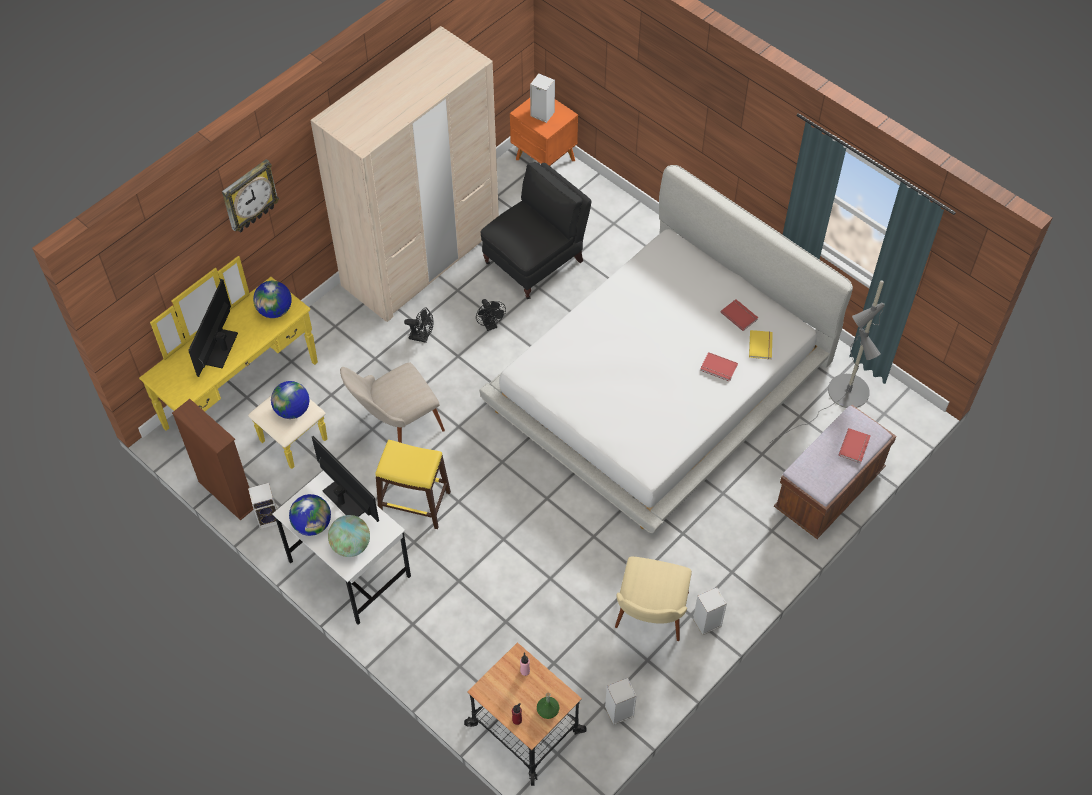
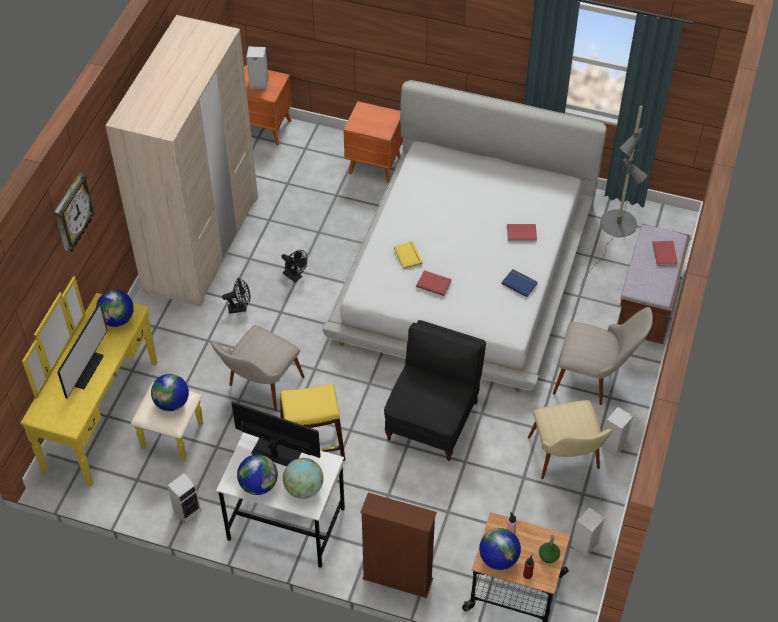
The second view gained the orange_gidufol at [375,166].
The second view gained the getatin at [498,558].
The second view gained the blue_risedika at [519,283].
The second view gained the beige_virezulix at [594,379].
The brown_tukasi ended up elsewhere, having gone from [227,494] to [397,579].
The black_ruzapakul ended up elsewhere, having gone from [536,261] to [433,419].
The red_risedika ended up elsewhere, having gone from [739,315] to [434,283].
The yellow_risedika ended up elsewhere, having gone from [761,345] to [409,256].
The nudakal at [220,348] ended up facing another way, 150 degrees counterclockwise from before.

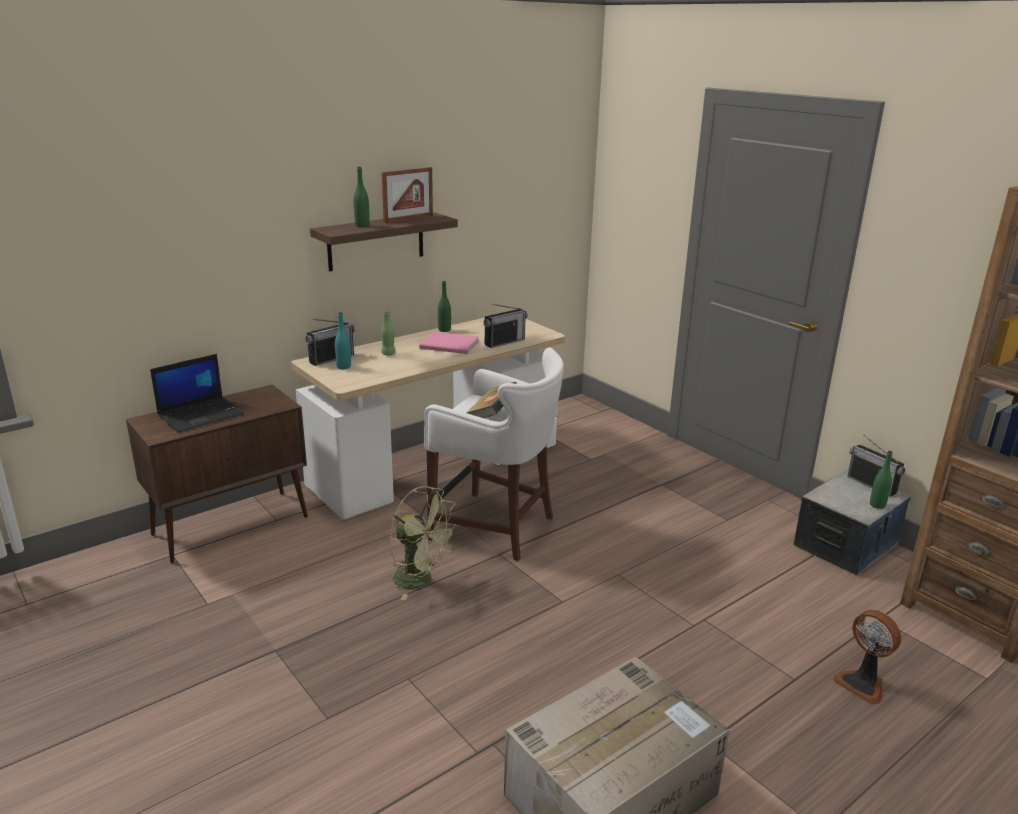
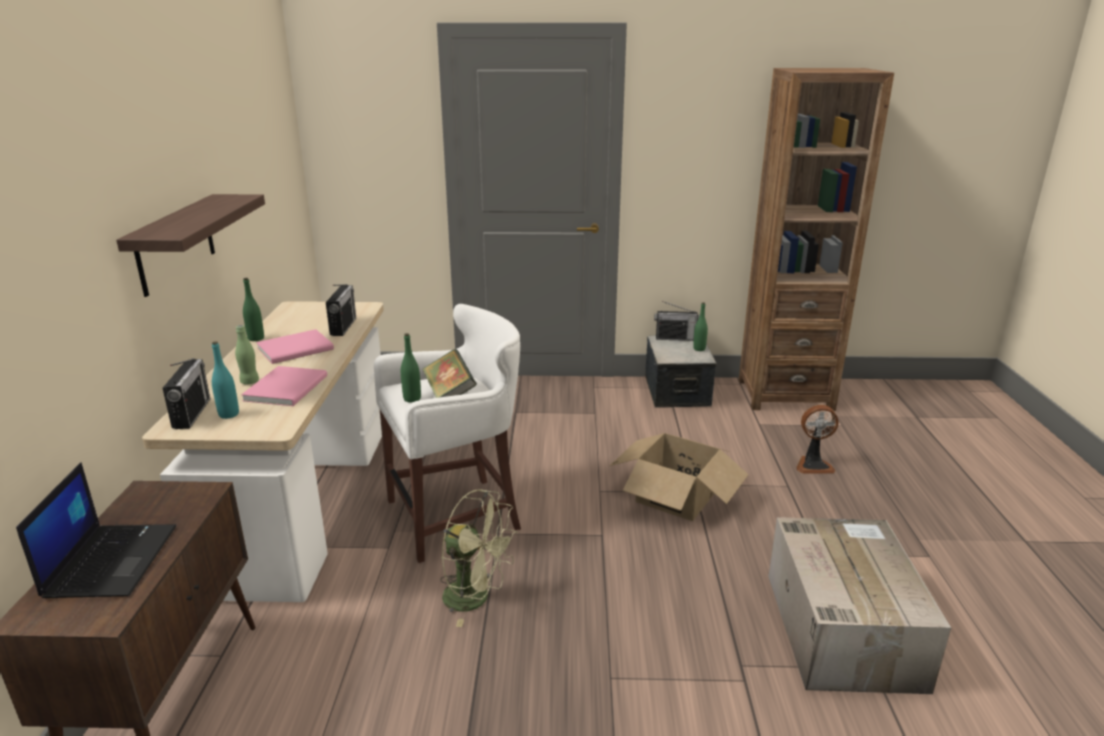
The second view lost the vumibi at [408,218].
The second view gained the pink_risedika at [289,387].
The second view gained the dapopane at [675,496].
The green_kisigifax ended up elsewhere, having gone from [362,225] to [412,399].
The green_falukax at [421,580] ended up facing another way, 45 degrees clockwise from before.

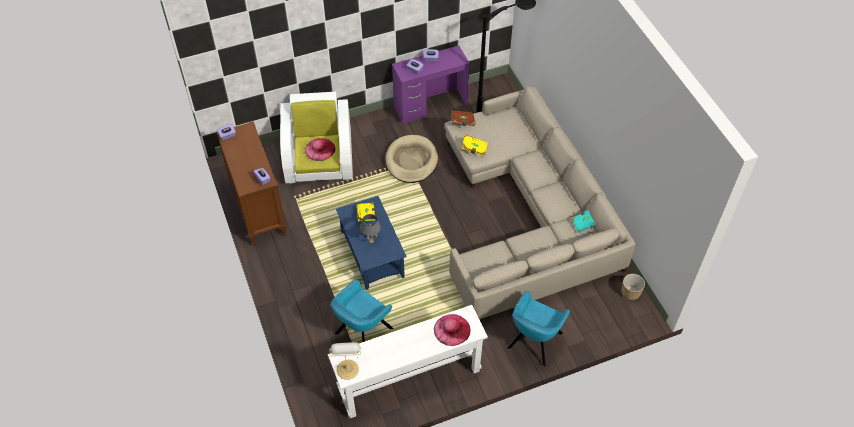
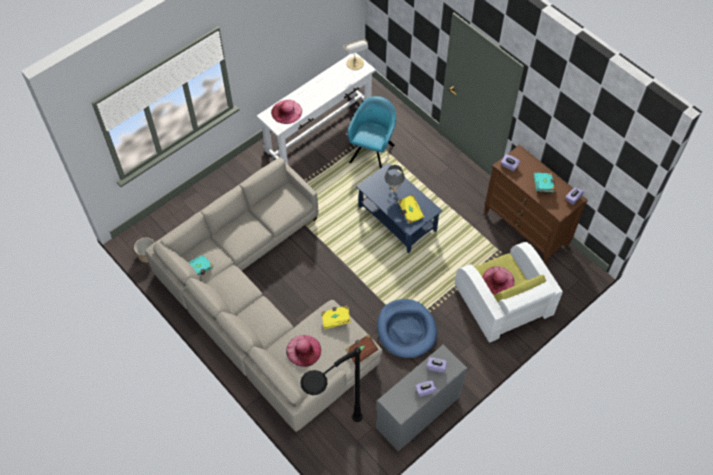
The second view lost the turquoise_ruzapakul at [534,342].
The second view gained the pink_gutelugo at [303,350].
The second view gained the turquoise_risedika at [543,185].
What was the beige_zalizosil at [411,161] turned into the blue_zalizosil at [406,330].
What was the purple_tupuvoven at [430,105] turned into the grey_tupuvoven at [418,412].

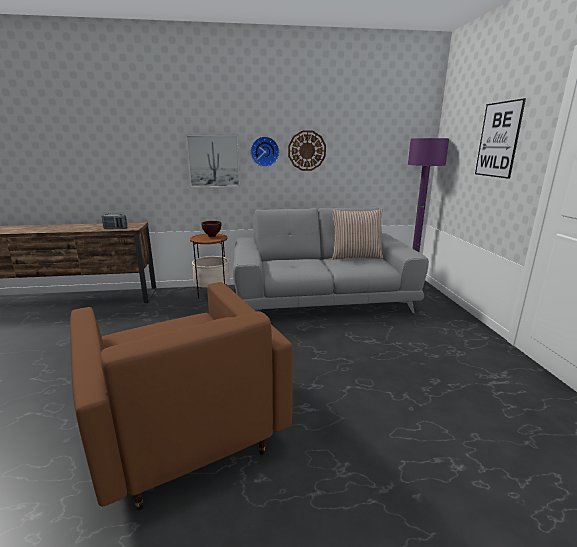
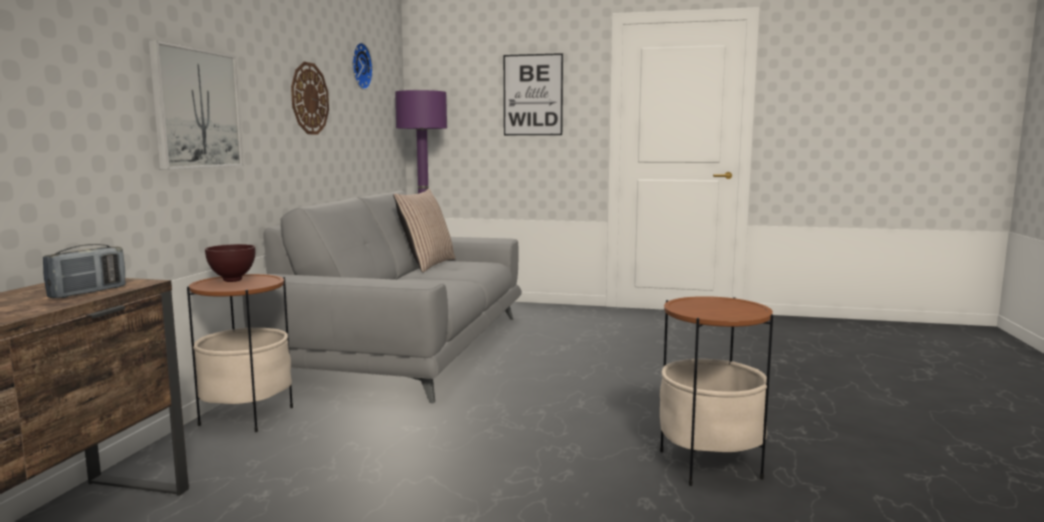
The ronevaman ended up elsewhere, having gone from [264,151] to [359,66].
Where the brown_ruzapakul stood at [183,427], the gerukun came to stand at [710,464].

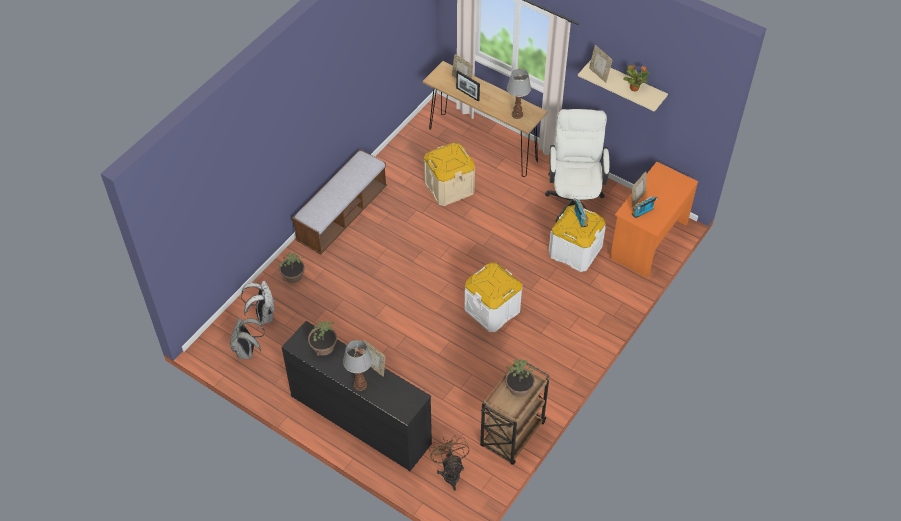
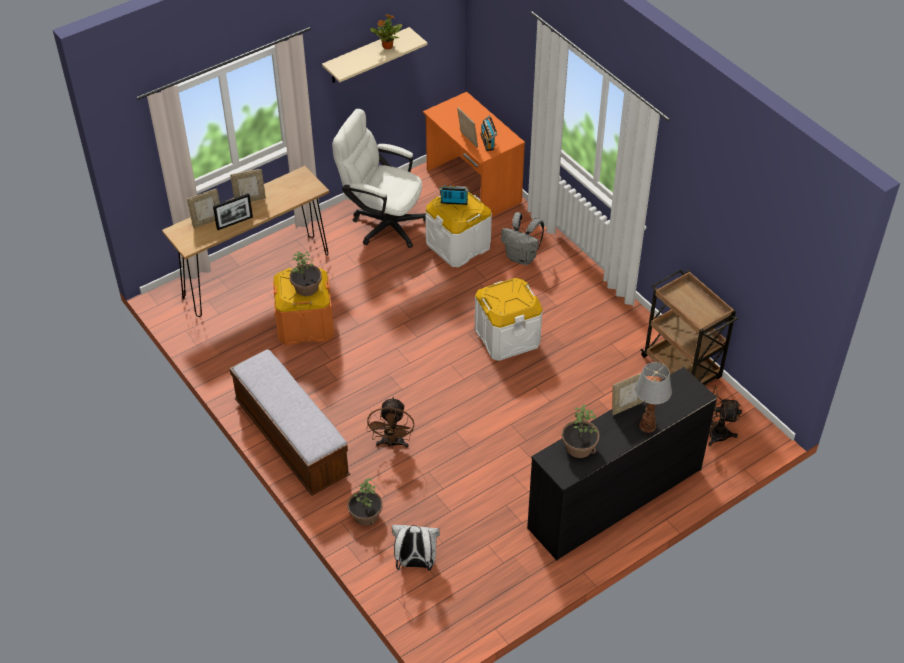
The second view lost the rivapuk at [516,114].
The second view gained the brown_falukax at [392,443].
The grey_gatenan ended up elsewhere, having gone from [247,351] to [522,257].
The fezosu ended up elsewhere, having gone from [519,388] to [307,288].
The vumibi ended up elsewhere, having gone from [599,74] to [250,199].
What was the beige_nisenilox at [449,187] turned into the orange_nisenilox at [305,324].

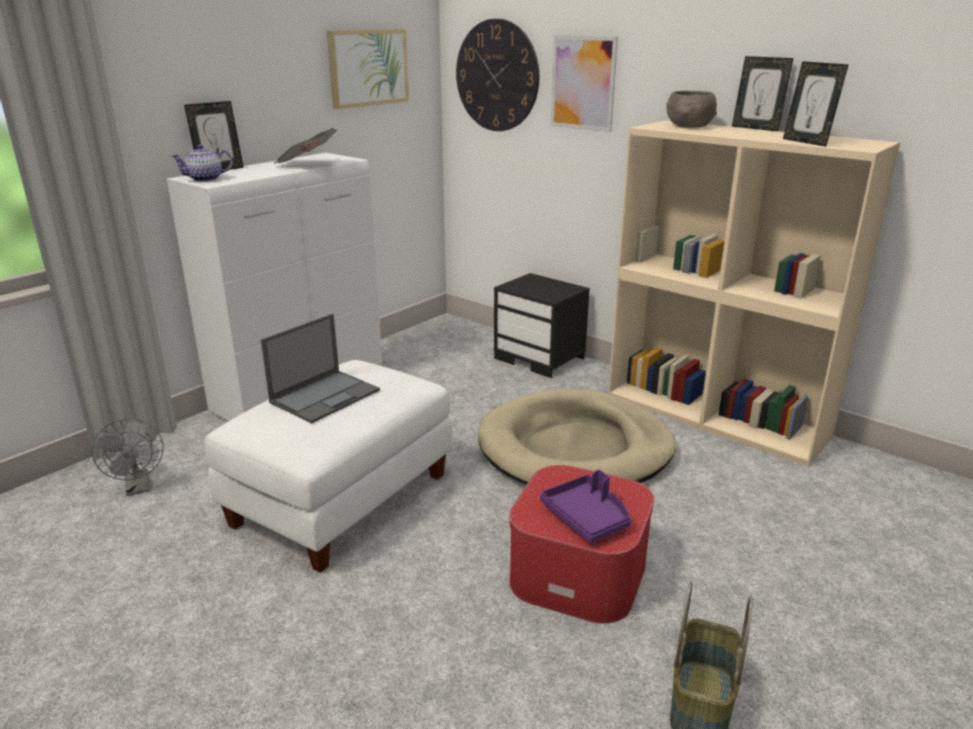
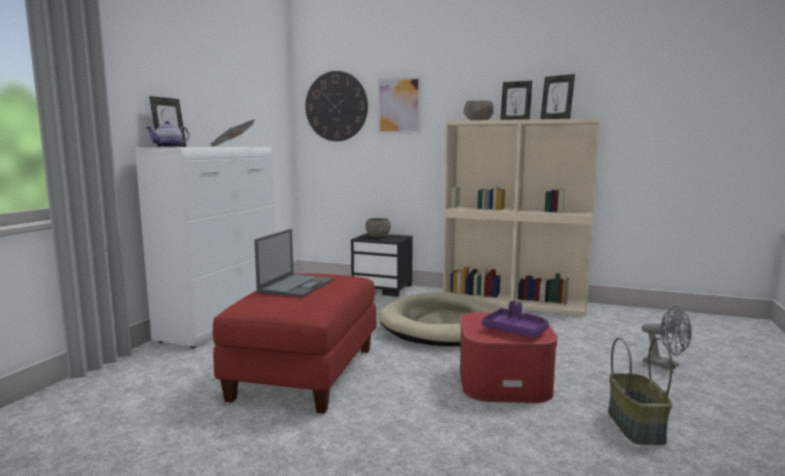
The second view lost the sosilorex at [368,67].
The second view gained the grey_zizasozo at [378,236].
The grey_falukax ended up elsewhere, having gone from [138,488] to [666,365].
What was the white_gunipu at [341,498] turned into the red_gunipu at [304,372].

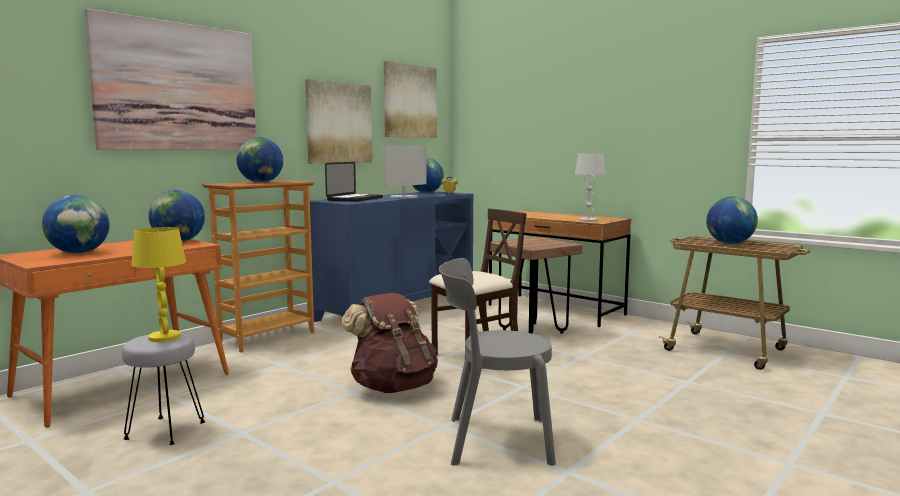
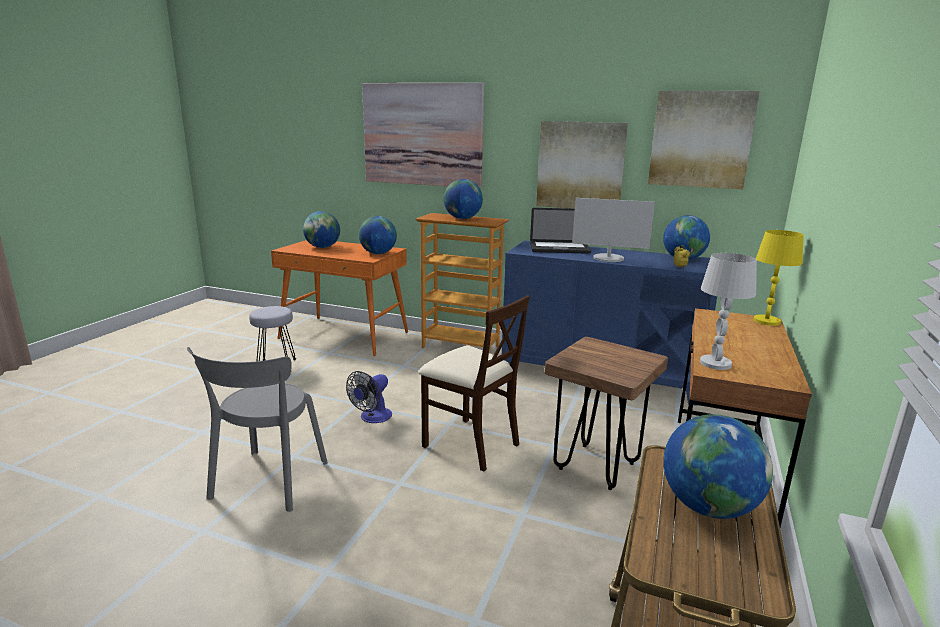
The yellow_rivapuk ended up elsewhere, having gone from [164,337] to [766,321].
Where the brown_gatenan stood at [393,387], the falukax came to stand at [372,418].
The grey_virezulix at [492,440] ended up facing another way, 150 degrees counterclockwise from before.

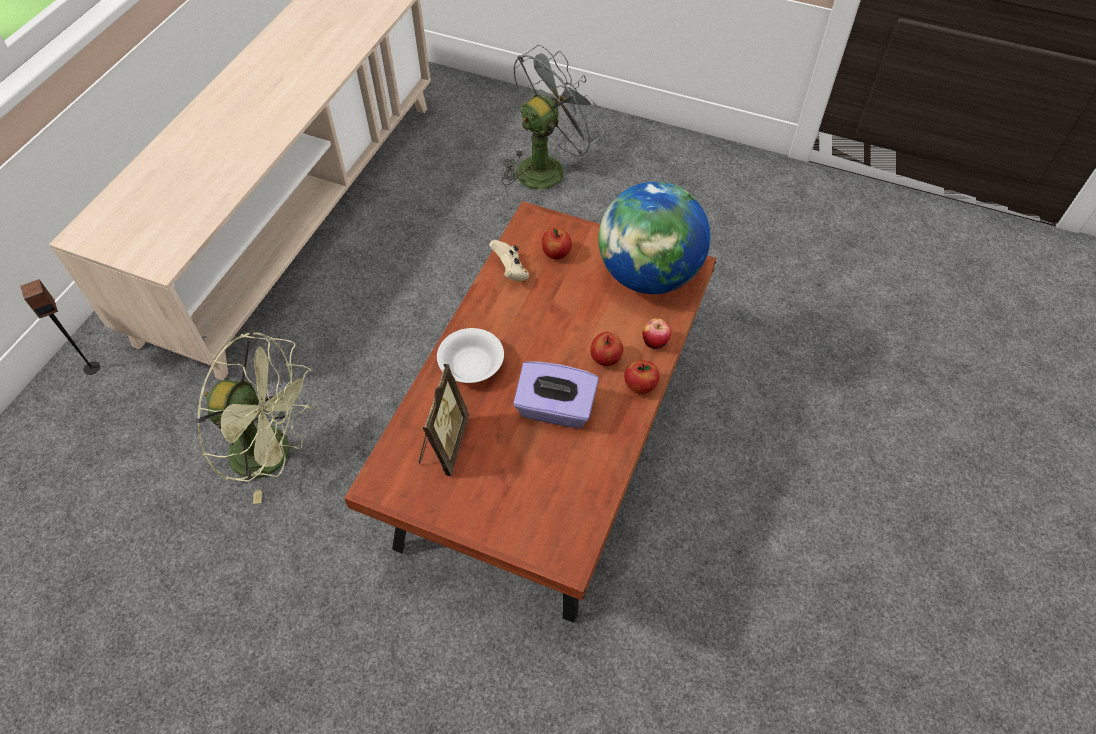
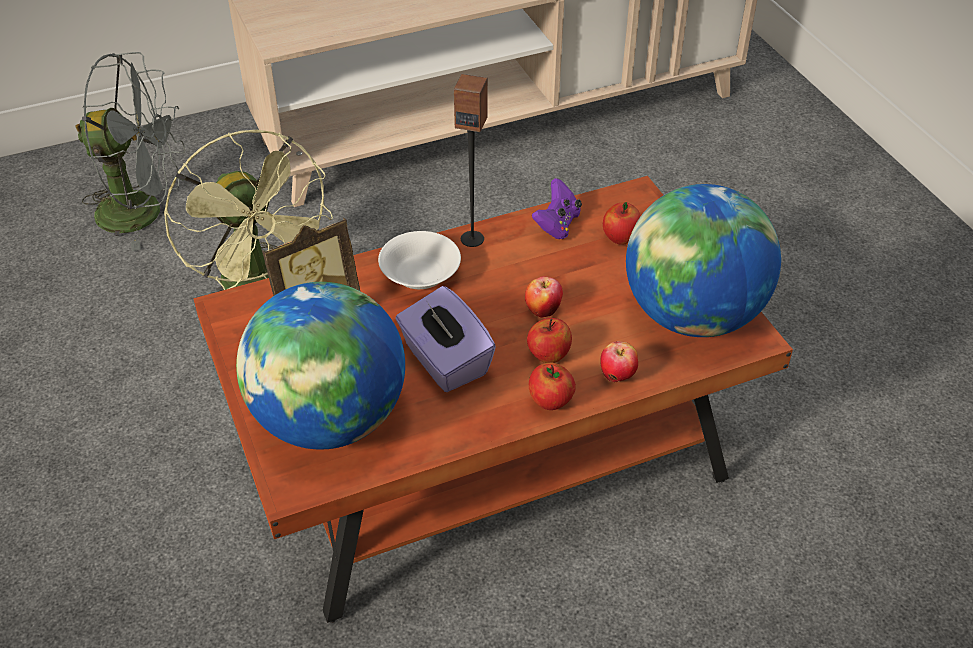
The second view gained the getatin at [329,420].
The second view gained the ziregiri at [543,310].
The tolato ended up elsewhere, having gone from [91,367] to [472,238].
The grey_falukax ended up elsewhere, having gone from [547,167] to [144,212].
What was the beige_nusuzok at [510,271] turned into the purple_nusuzok at [557,224].

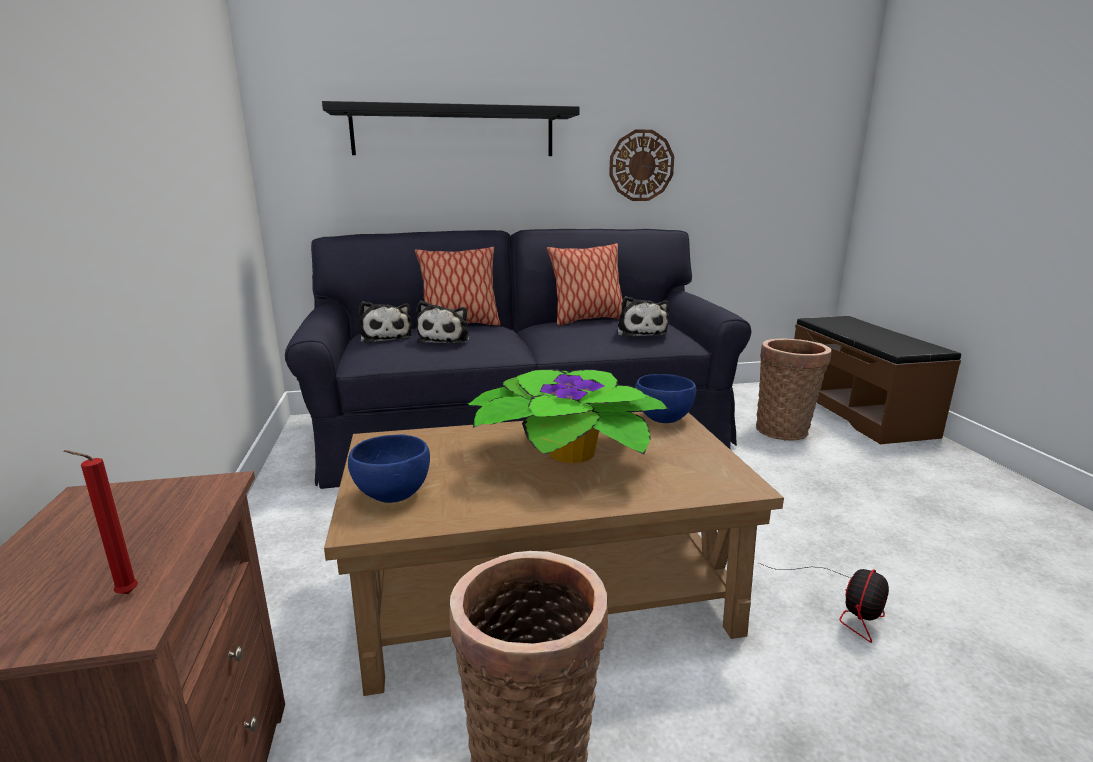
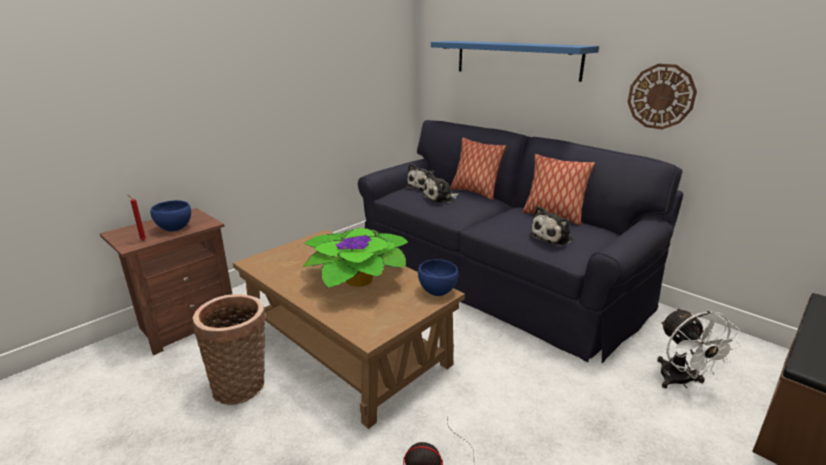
The blue_zizasozo ended up elsewhere, having gone from [394,494] to [175,228].
Where the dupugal stood at [784,429], the white_falukax came to stand at [680,382].
What was the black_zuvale at [454,132] turned into the blue_zuvale at [516,59].

